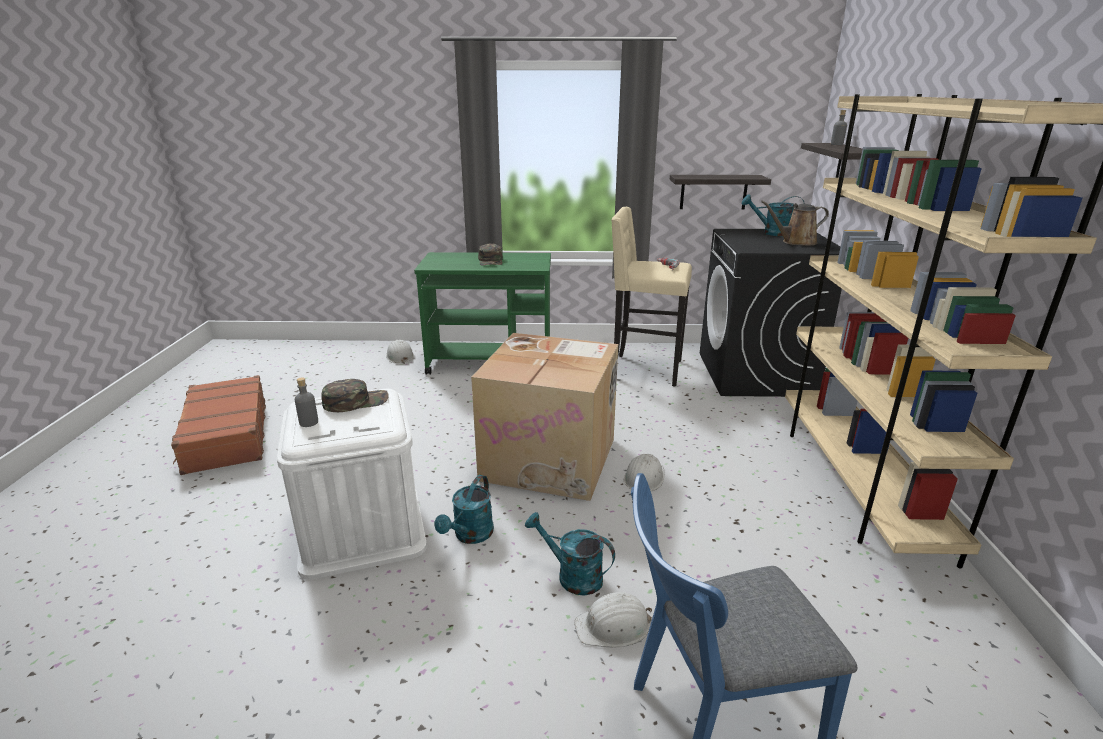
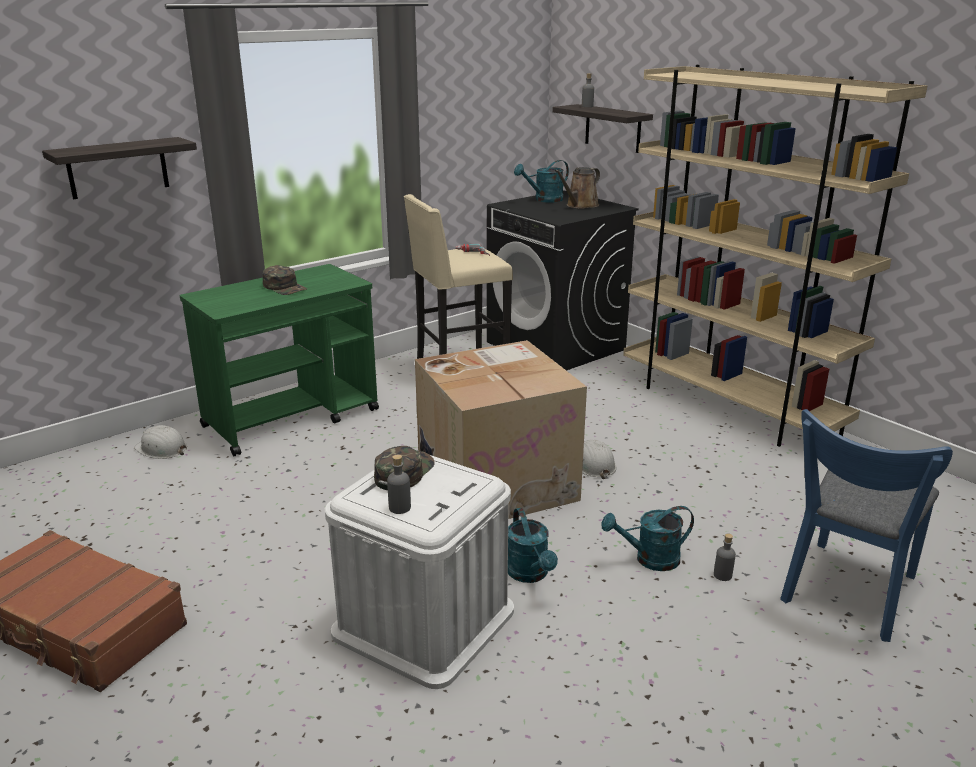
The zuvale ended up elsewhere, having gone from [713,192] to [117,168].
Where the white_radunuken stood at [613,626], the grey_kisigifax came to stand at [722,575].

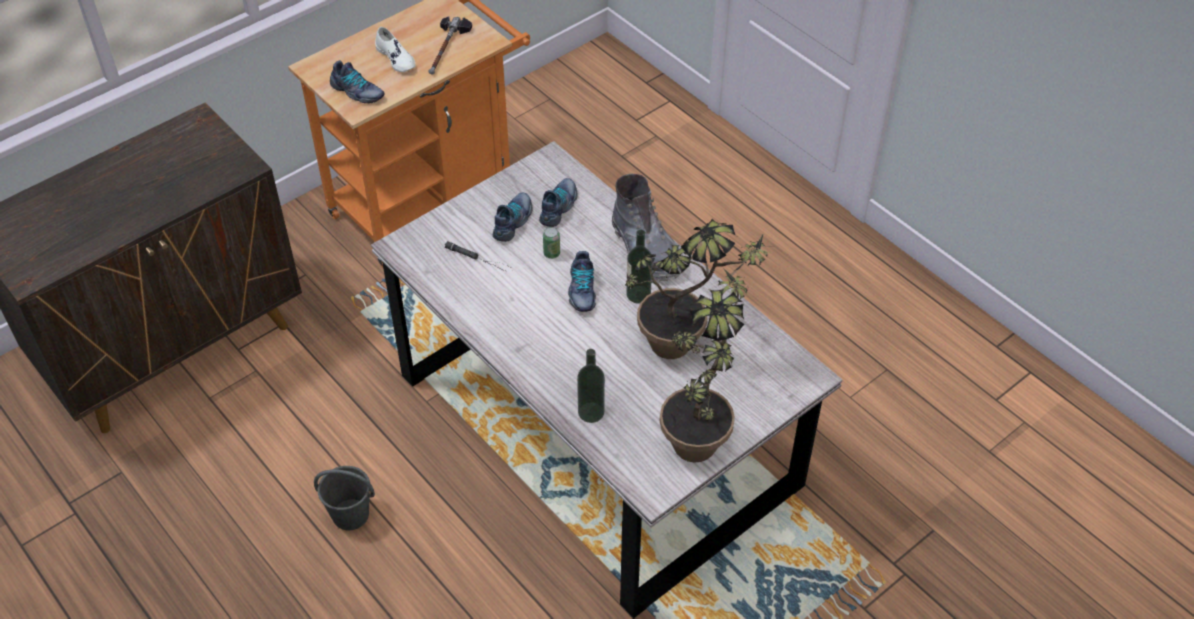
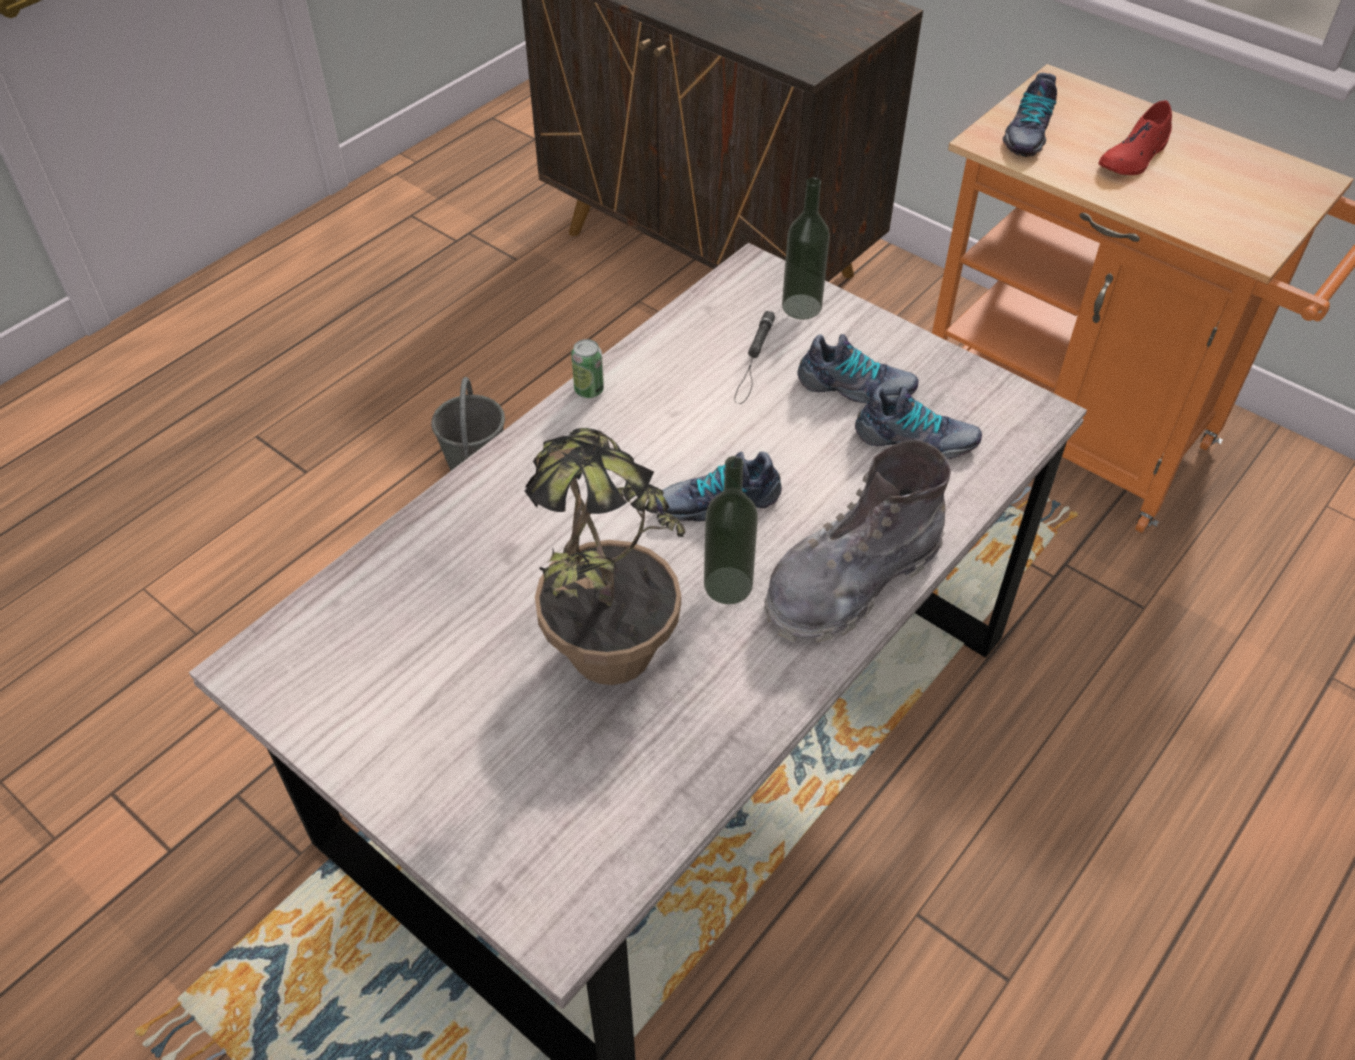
The second view lost the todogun at [446,49].
The second view lost the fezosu at [701,432].
The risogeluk ended up elsewhere, having gone from [551,253] to [589,390].
The kisigifax ended up elsewhere, having gone from [591,412] to [801,306].
What was the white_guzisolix at [396,58] turned into the red_guzisolix at [1134,156].

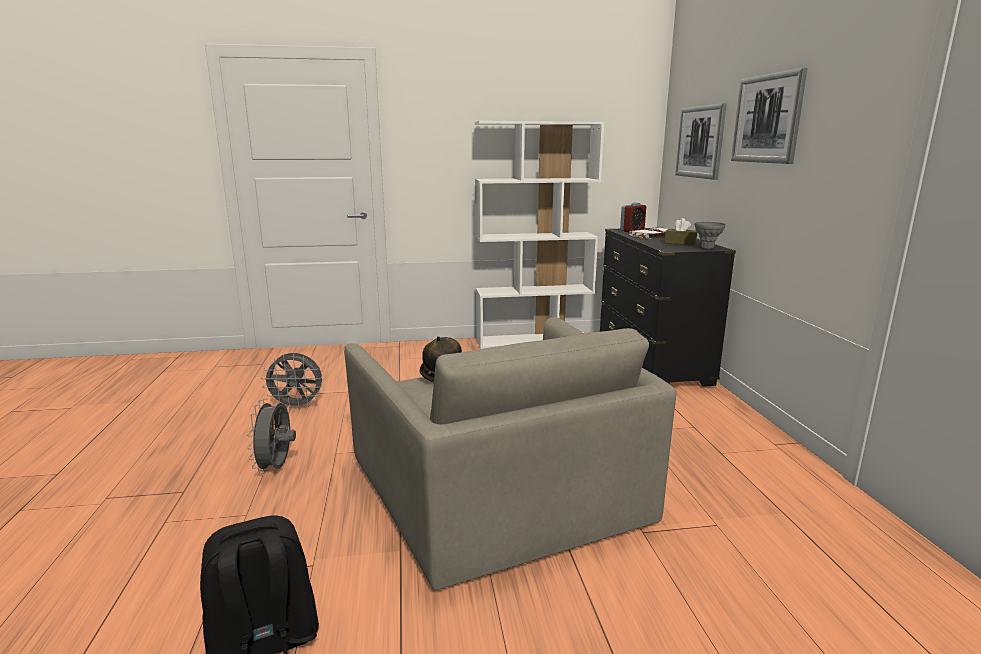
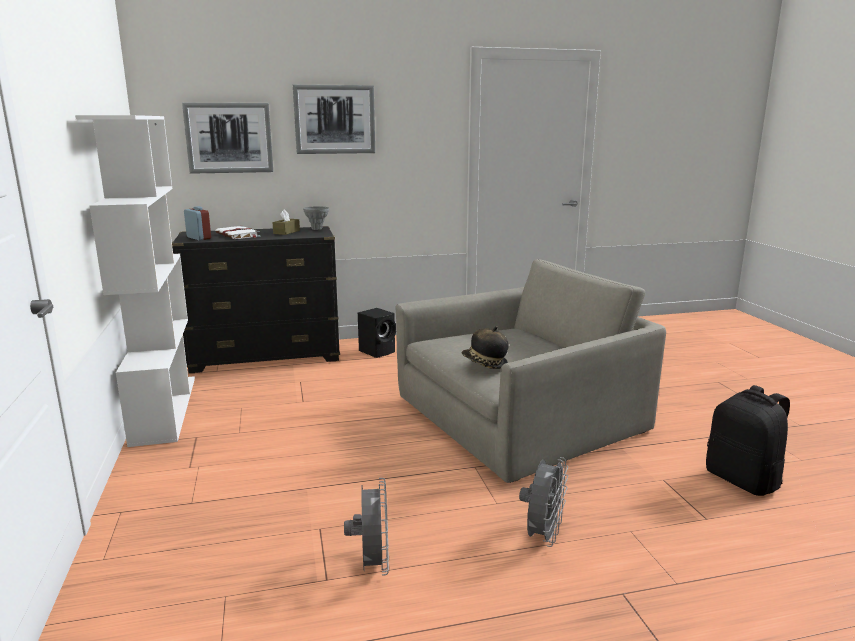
The second view gained the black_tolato at [378,351].
The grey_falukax at [277,468] ended up facing another way, 60 degrees counterclockwise from before.

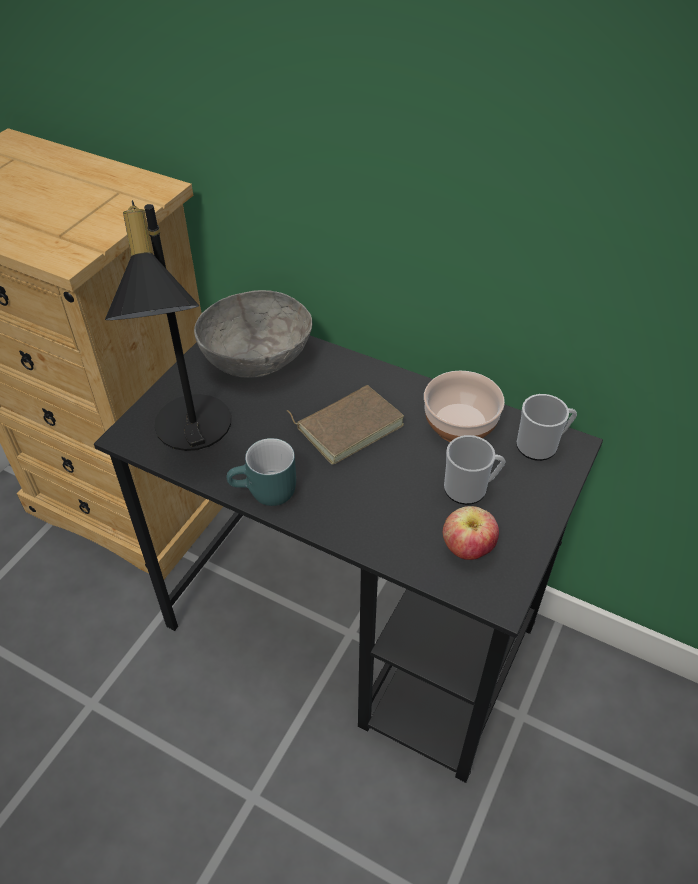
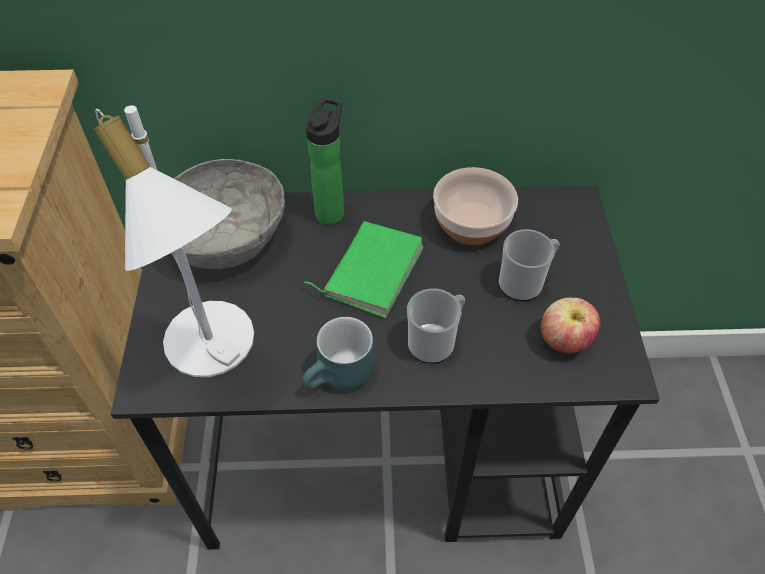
The second view gained the kisigifax at [331,211].
The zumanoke ended up elsewhere, having gone from [541,445] to [435,341].
What was the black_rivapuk at [189,434] turned into the white_rivapuk at [214,353].
What was the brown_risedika at [348,425] turned into the green_risedika at [371,270].

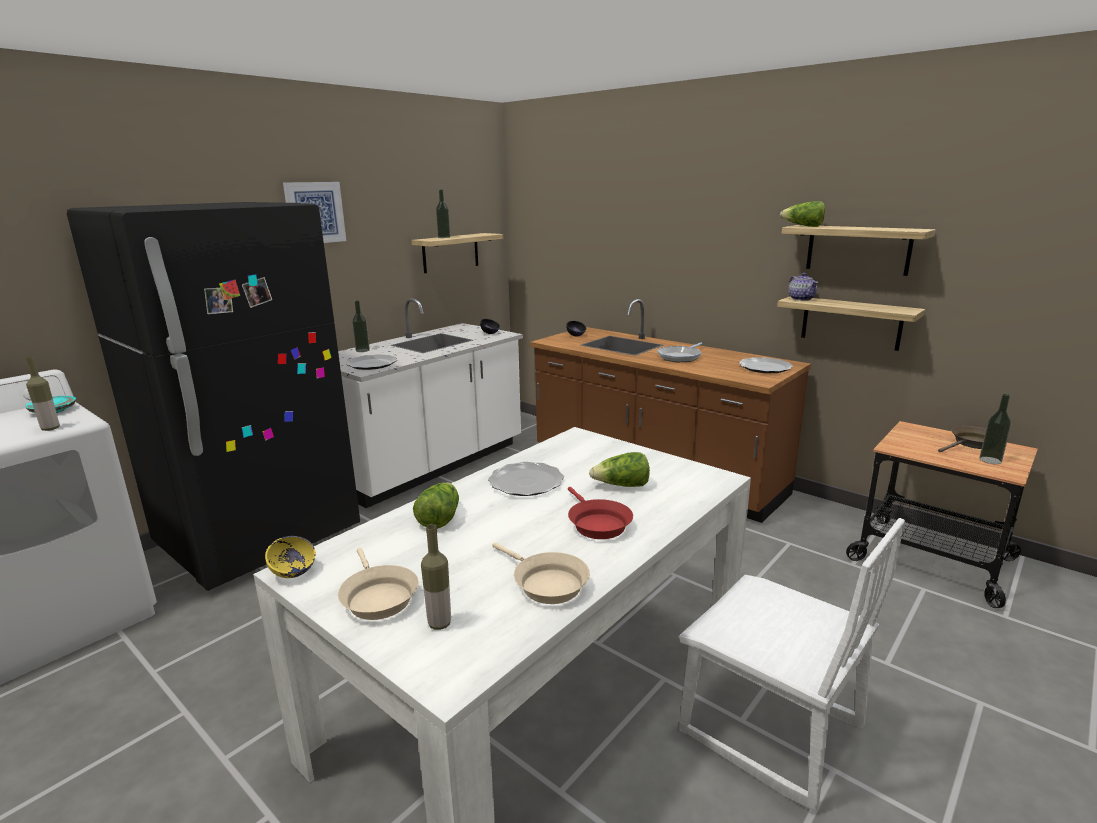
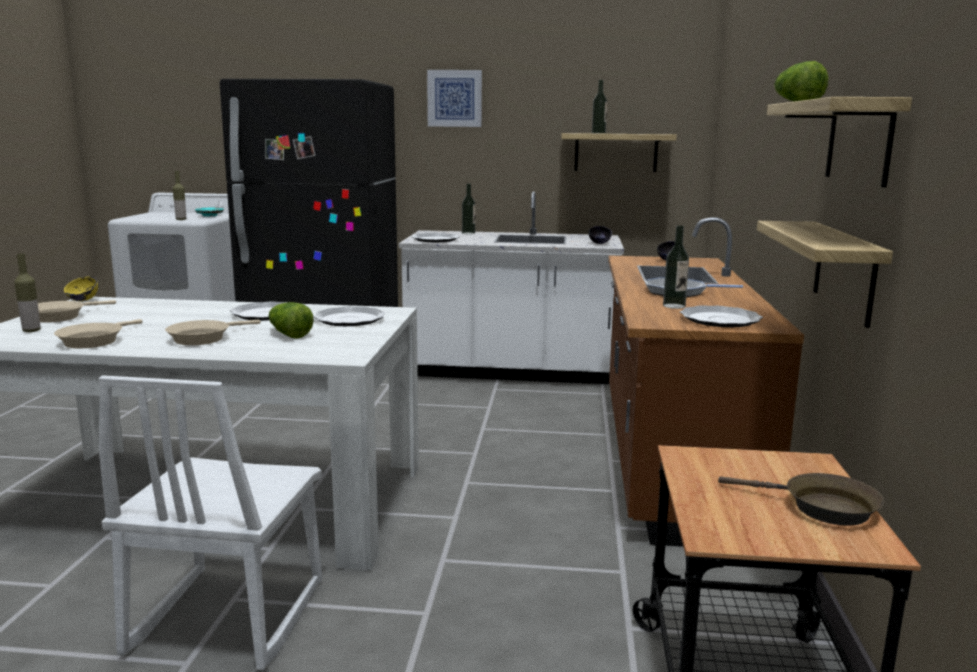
The second view lost the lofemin at [439,518].
The second view lost the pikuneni at [801,299].
The second view gained the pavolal at [350,319].
The kisigifax ended up elsewhere, having gone from [990,460] to [674,306].
What was the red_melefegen at [596,523] turned into the beige_melefegen at [203,338].

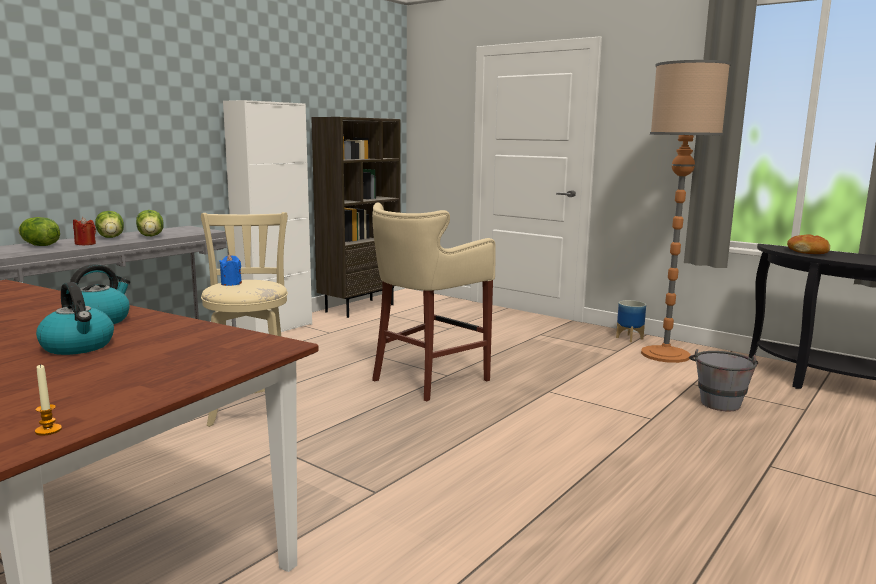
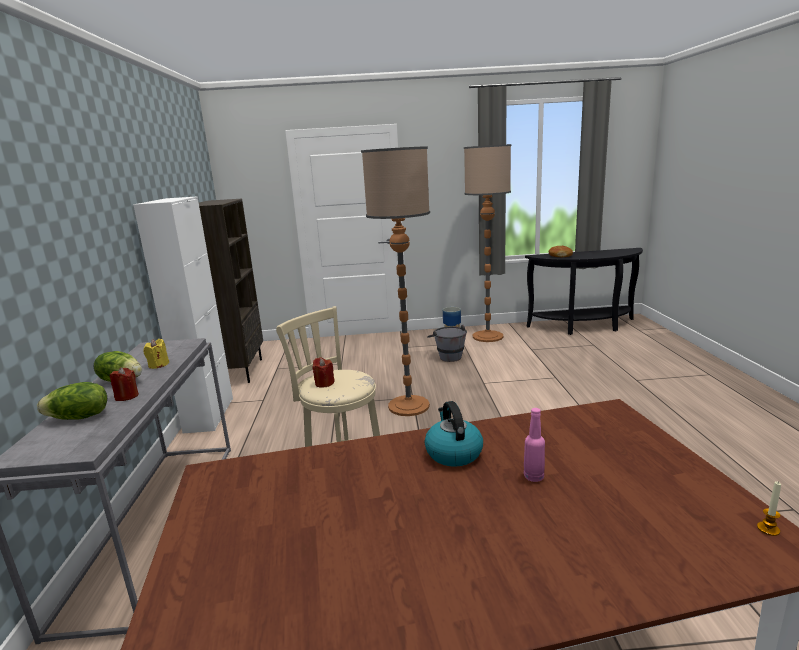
The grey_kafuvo ended up elsewhere, having gone from [719,401] to [448,356].
Where the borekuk stood at [78,346], the pink_kisigifax came to stand at [533,477].
Where the lofemin stood at [151,236], the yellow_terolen came to stand at [158,365].
Where the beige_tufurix stood at [427,380], the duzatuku came to stand at [408,406].
What was the blue_terolen at [231,283] turned into the red_terolen at [324,383].

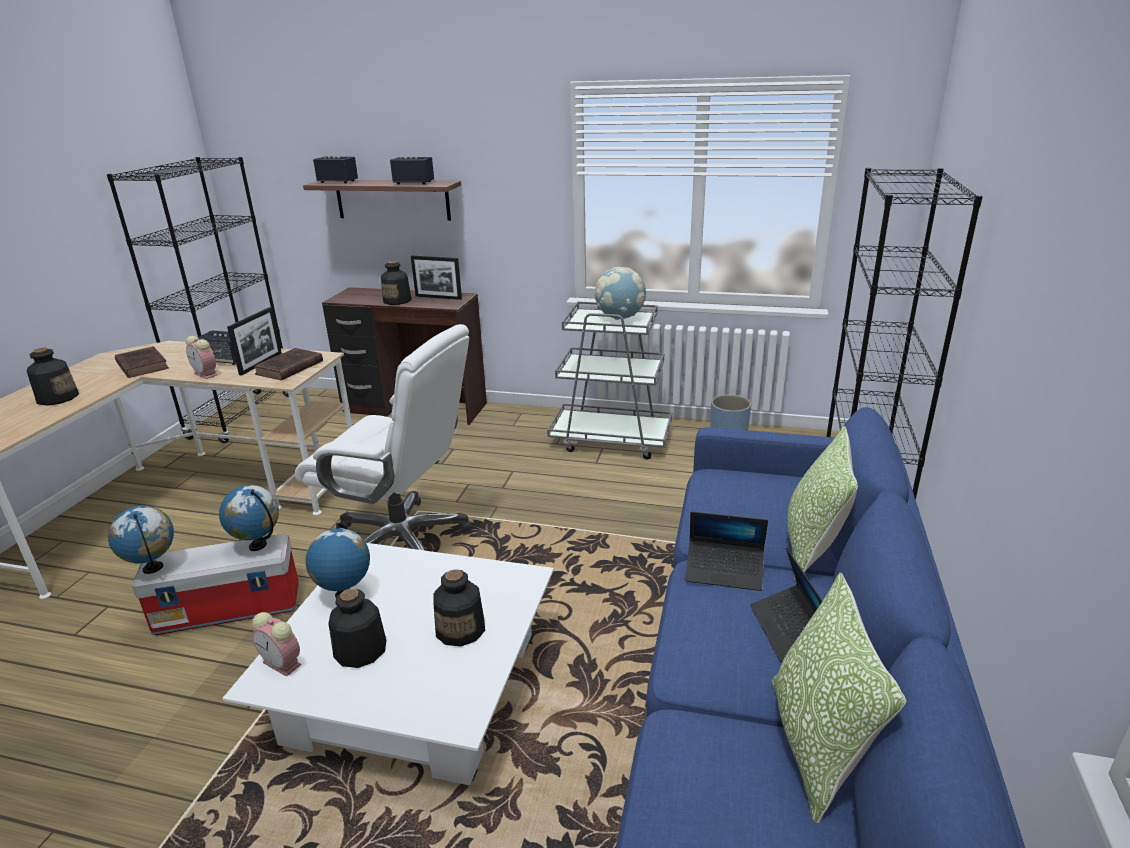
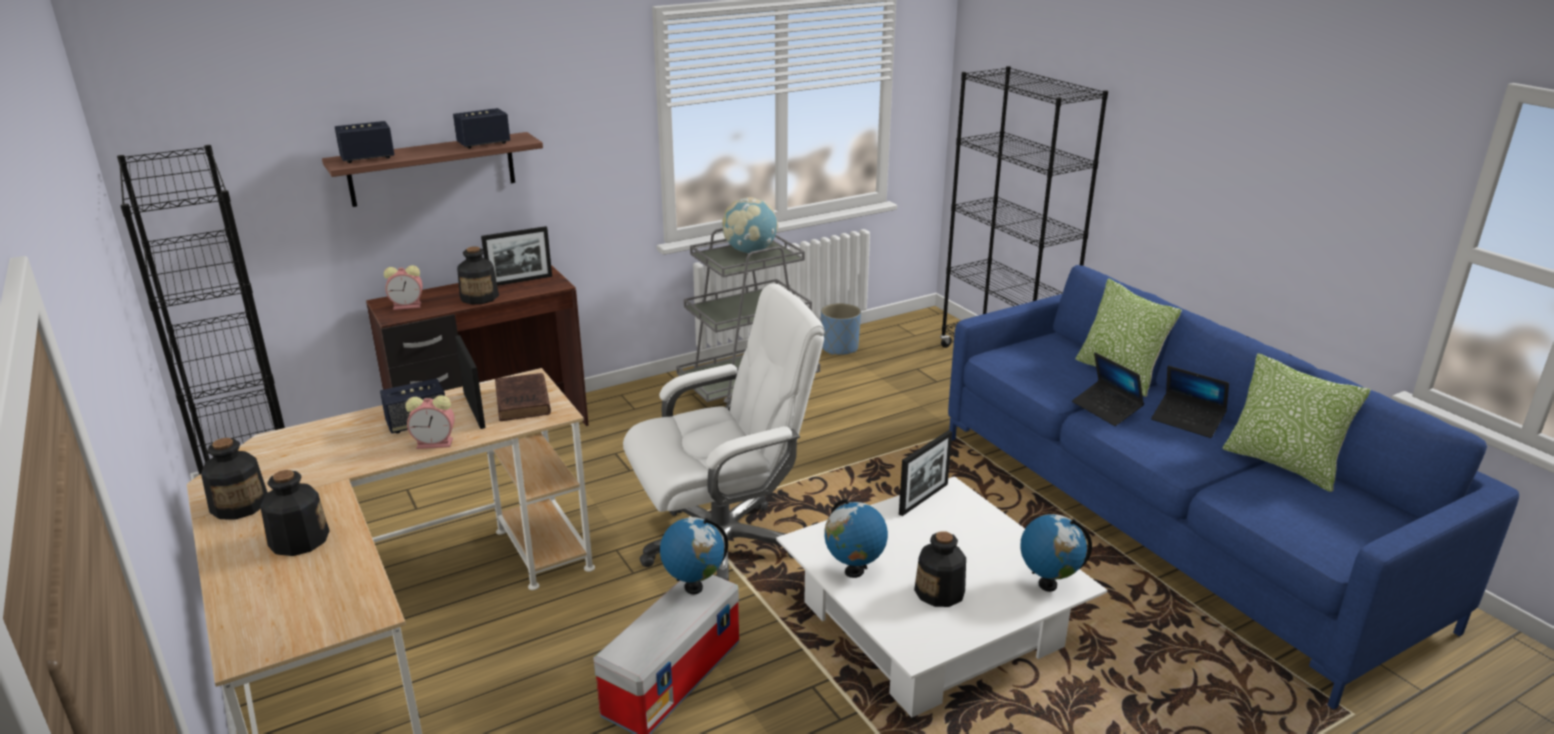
The second view lost the brown_risedika at [142,365].
The second view gained the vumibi at [923,499].
The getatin ended up elsewhere, having gone from [153,568] to [1047,584].
The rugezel ended up elsewhere, having gone from [283,664] to [408,305].
The kisigifax ended up elsewhere, having gone from [461,629] to [240,505].
The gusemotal at [724,571] ended up facing another way, 90 degrees clockwise from before.

